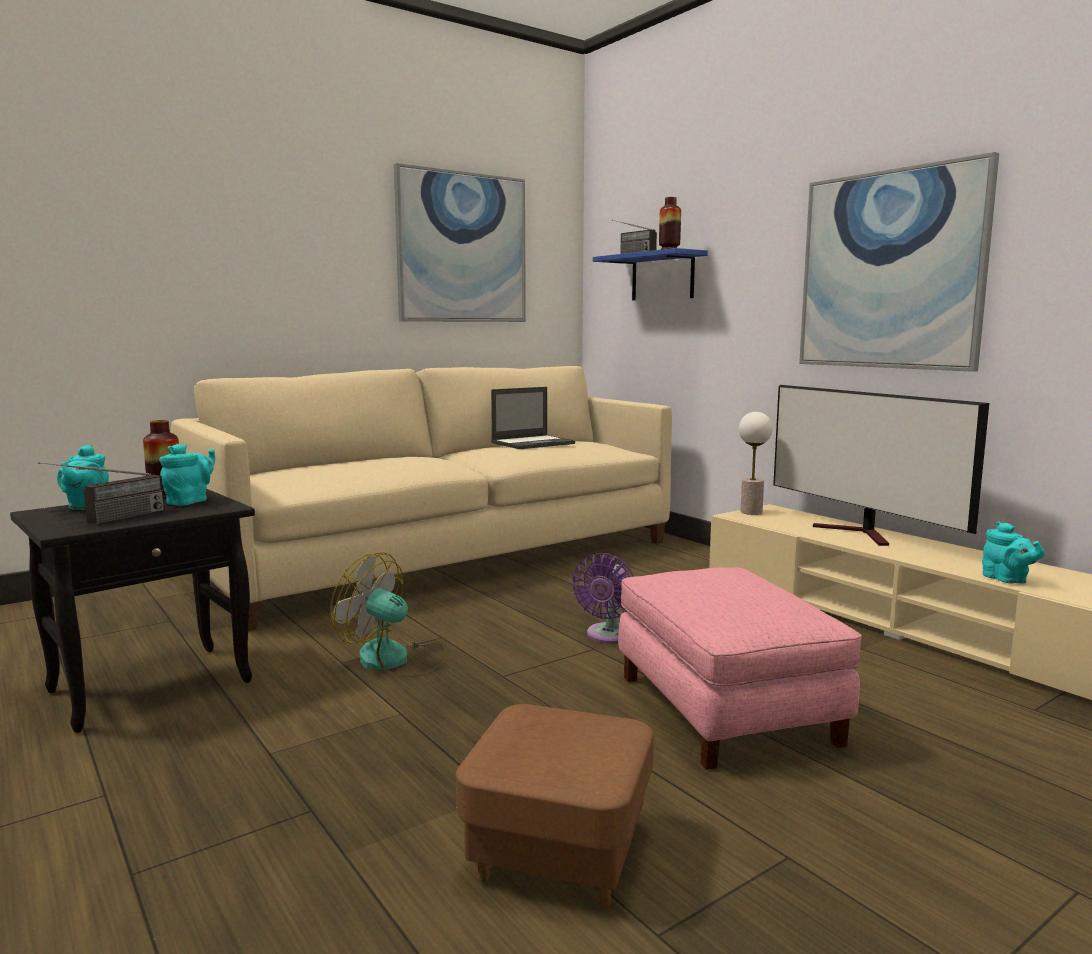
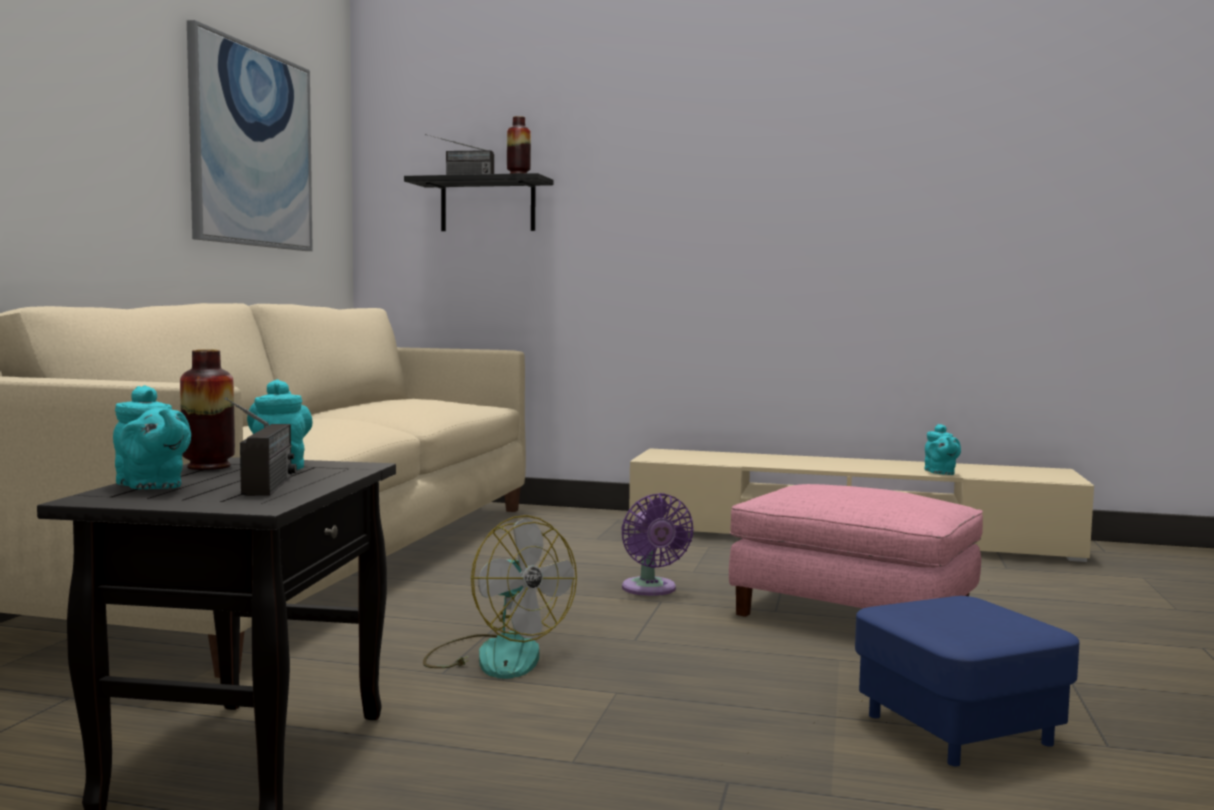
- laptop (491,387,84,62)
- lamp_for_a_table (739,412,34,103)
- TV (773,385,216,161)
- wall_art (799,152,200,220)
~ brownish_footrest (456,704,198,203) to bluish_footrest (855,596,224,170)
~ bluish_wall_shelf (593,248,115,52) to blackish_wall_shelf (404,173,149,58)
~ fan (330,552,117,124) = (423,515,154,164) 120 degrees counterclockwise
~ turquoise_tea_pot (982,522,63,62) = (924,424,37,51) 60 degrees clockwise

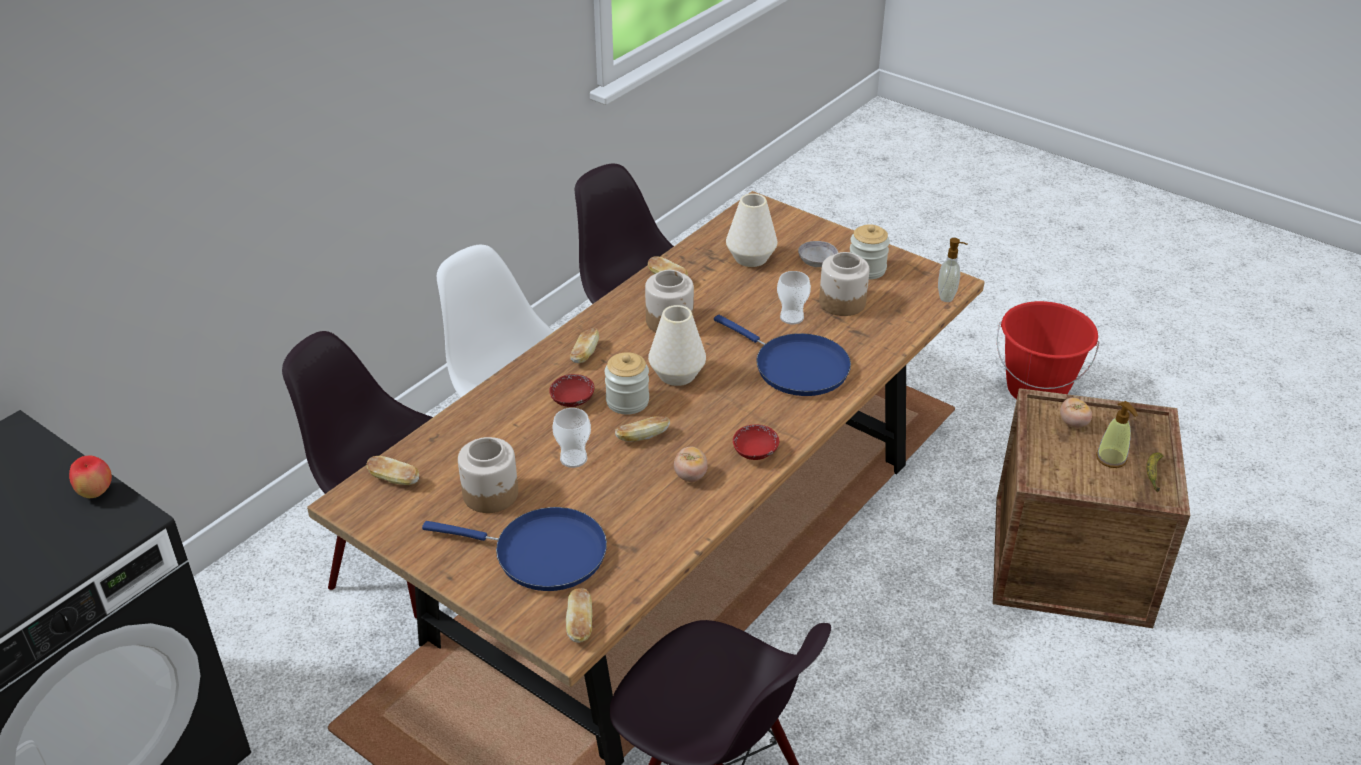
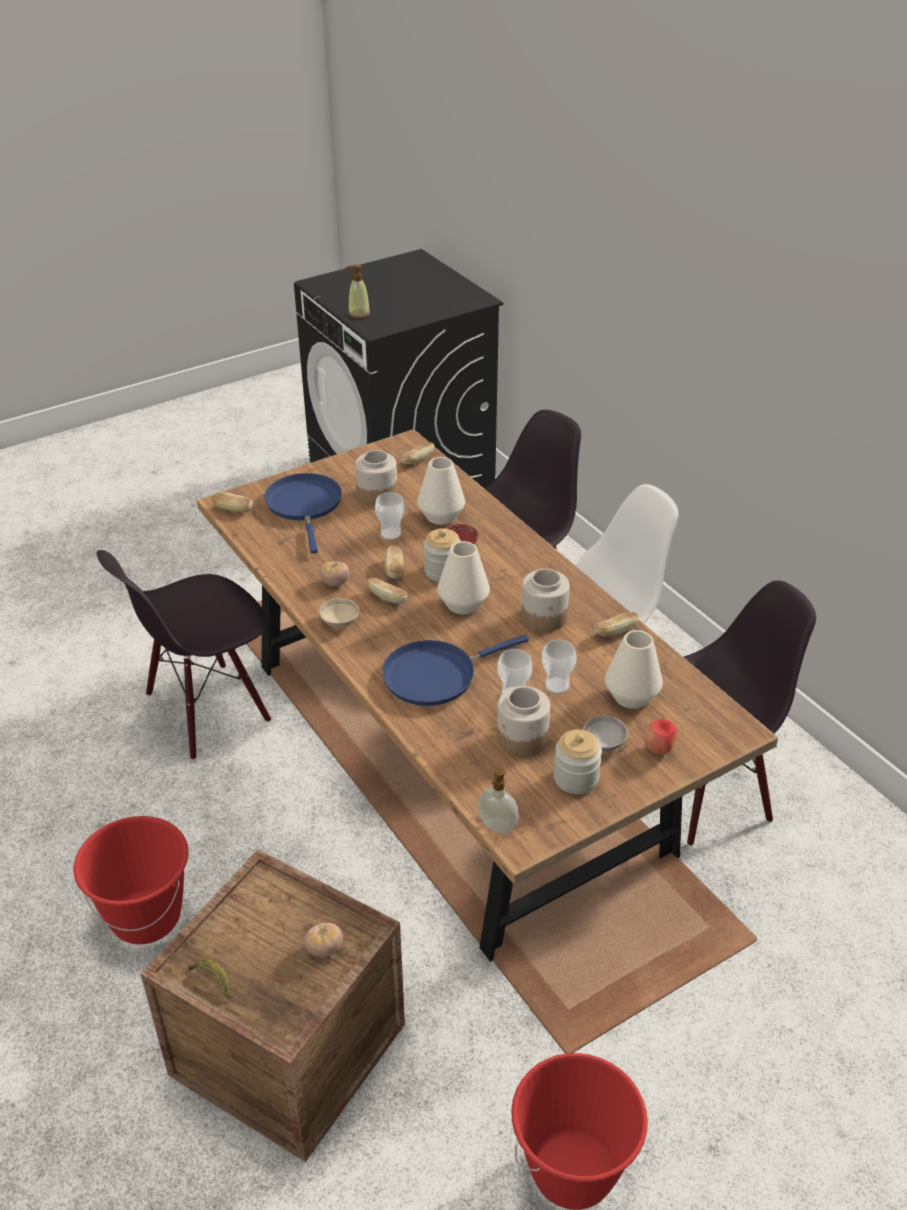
+ red_water_bucket (74,816,115,128)
+ white-coloured_vase (417,457,48,68)
+ cup (542,640,35,54)
~ apple_fruit (69,456,43,42) to (643,719,34,36)
~ baked_bread (570,328,29,35) to (366,578,42,25)
~ soap_bottle (1096,401,42,67) to (345,265,25,54)
~ red_serving_bowl (733,425,46,35) to sand-coloured_serving_bowl (319,598,40,29)
~ bluish_skillet (422,507,185,84) = (264,473,78,81) 135 degrees clockwise

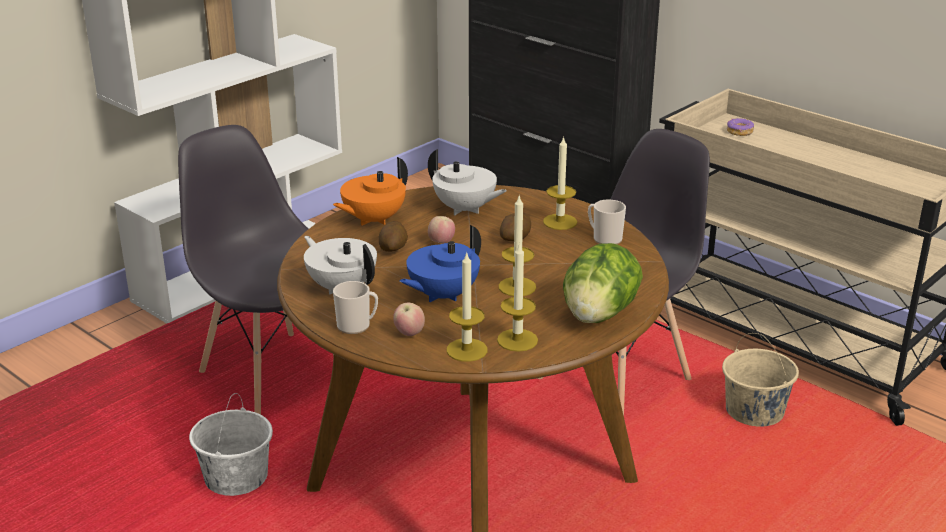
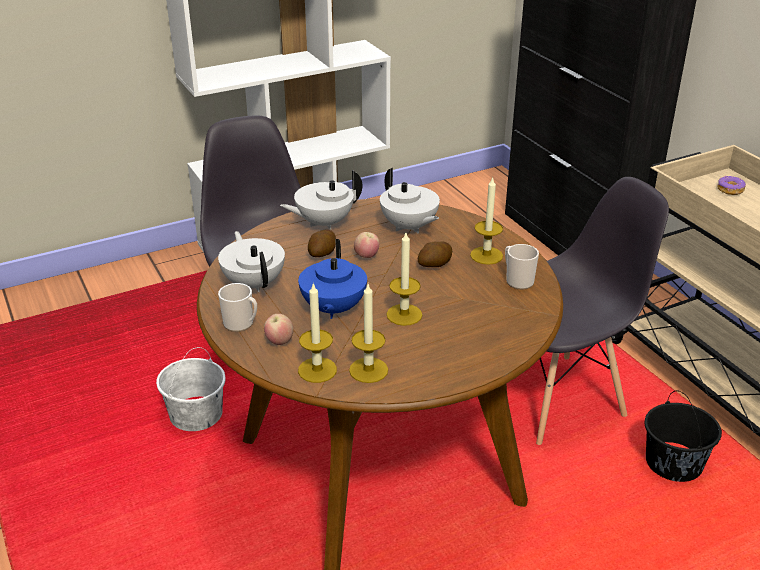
- lettuce_head (563,243,80,80)
~ orange-coloured_tea_pot (333,157,75,69) to white-coloured_tea_pot (280,170,83,59)
~ sand-coloured_water_bucket (722,333,77,94) to blackish_water_bucket (645,390,77,92)
~ bluish_tea_pot (399,225,82,77) = (298,239,69,80) 60 degrees counterclockwise

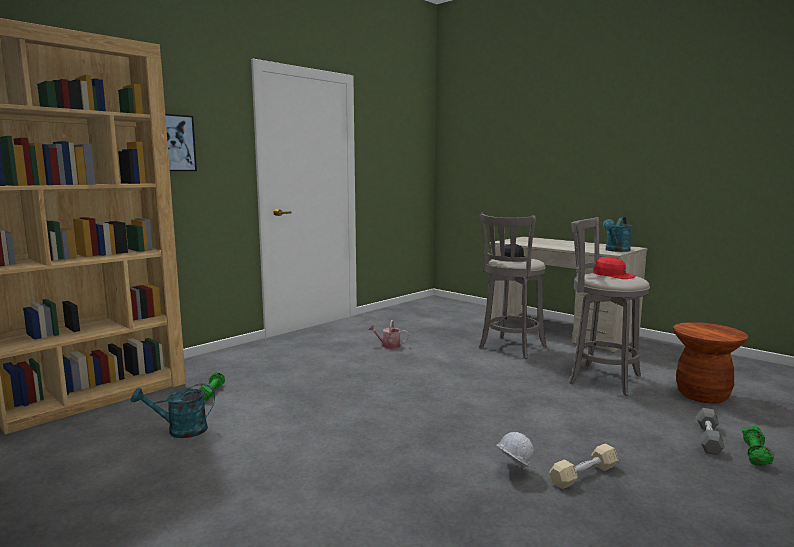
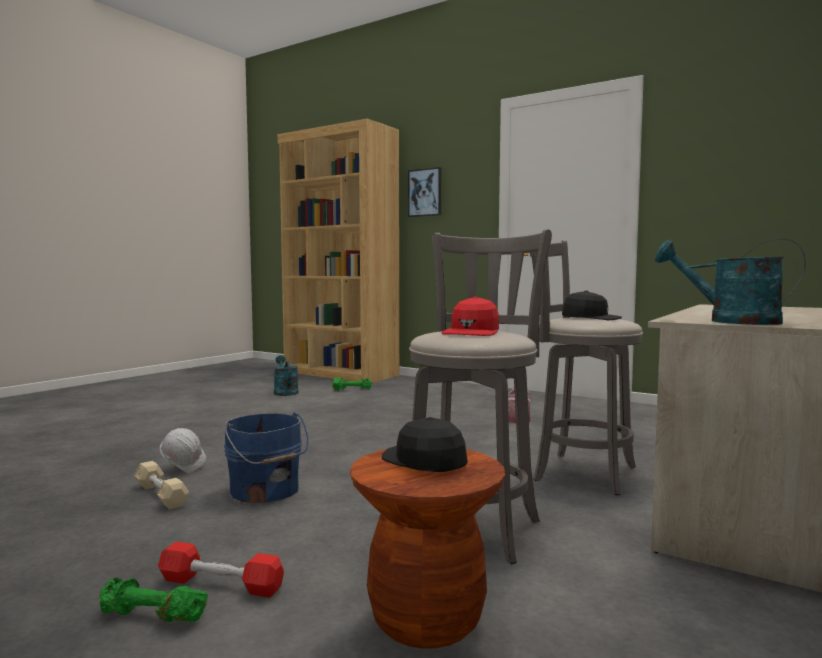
+ bluish_water_bucket (224,412,84,91)
+ blackish_peaked_cap (382,417,86,55)
~ gray_hand_weight (696,408,29,47) to red_hand_weight (158,542,126,56)

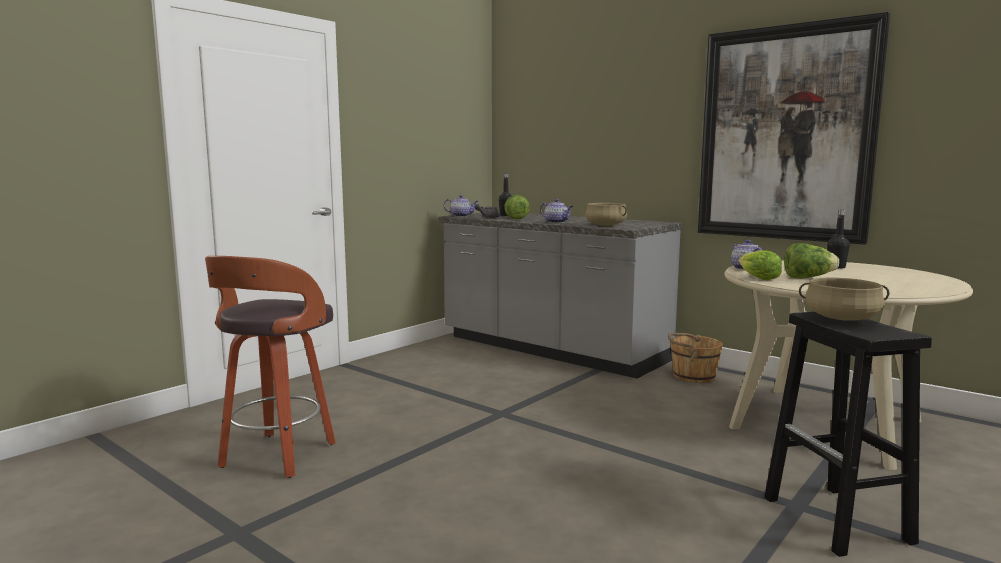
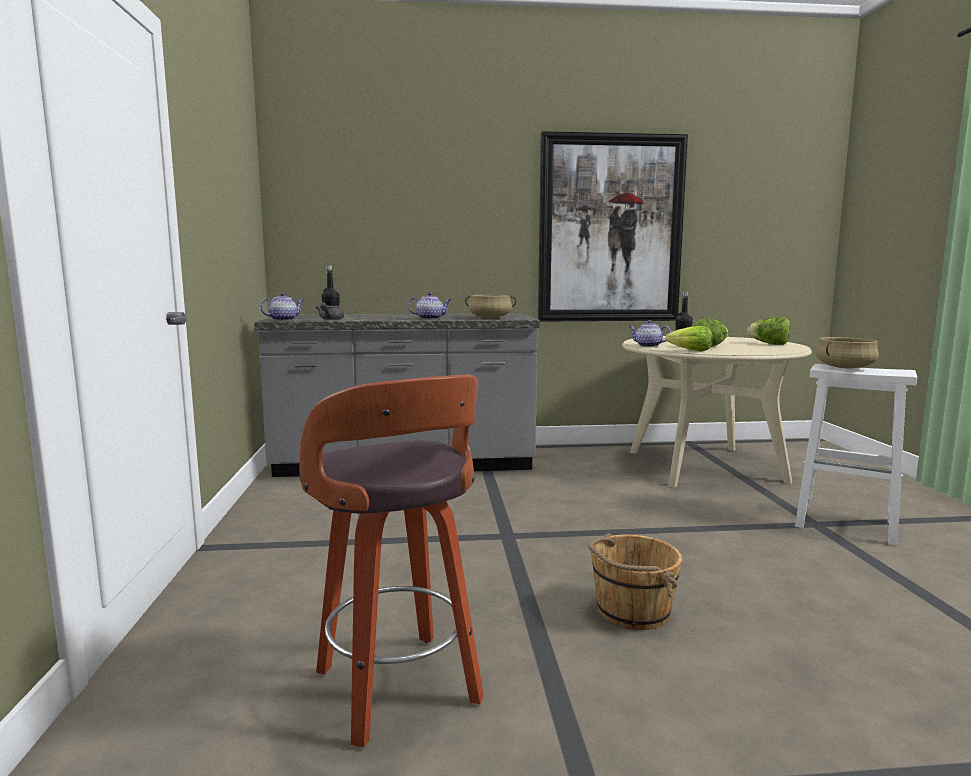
~ lettuce_head (504,195,26,24) to (747,317,43,28)
~ brownish_water_bucket (668,333,55,50) to (588,533,94,97)
~ blackish_stool (764,312,168,245) to white-coloured_stool (795,364,122,182)

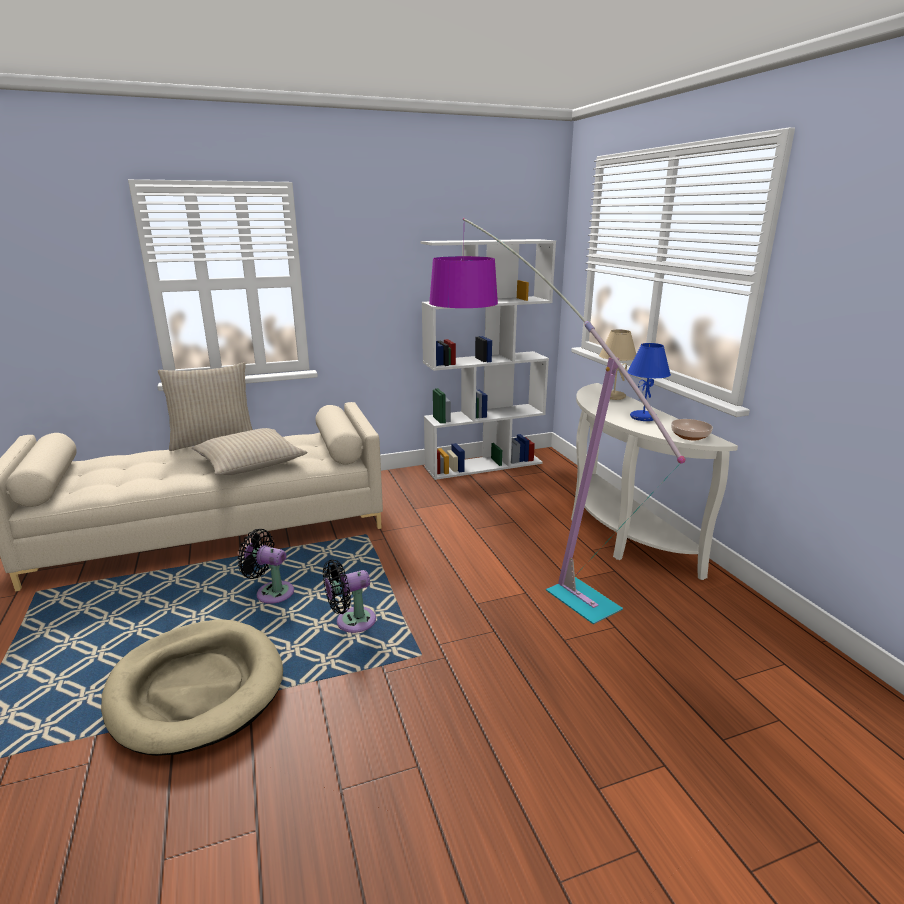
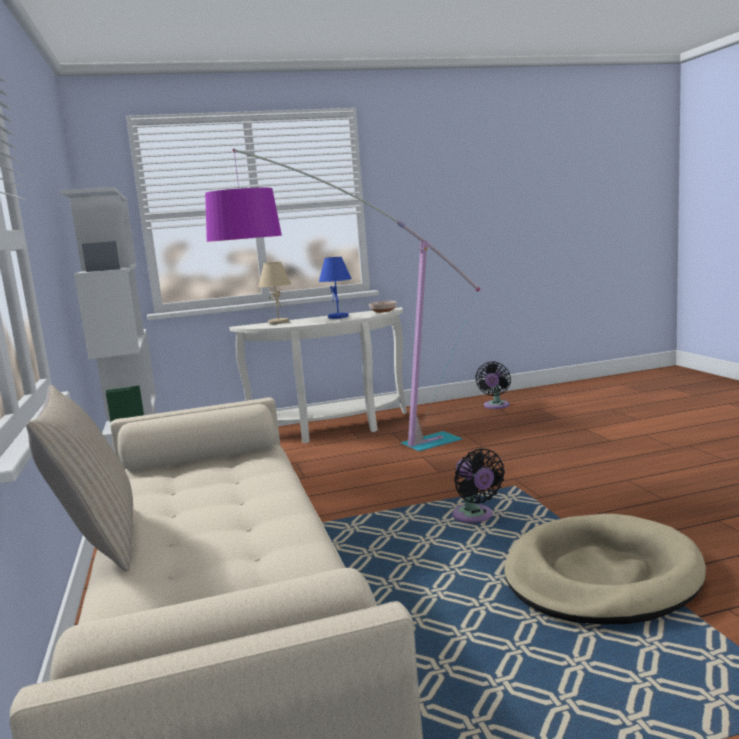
- sand-coloured_pillow (192,428,115,47)
~ blackish_fan (238,529,56,75) to (475,361,36,48)

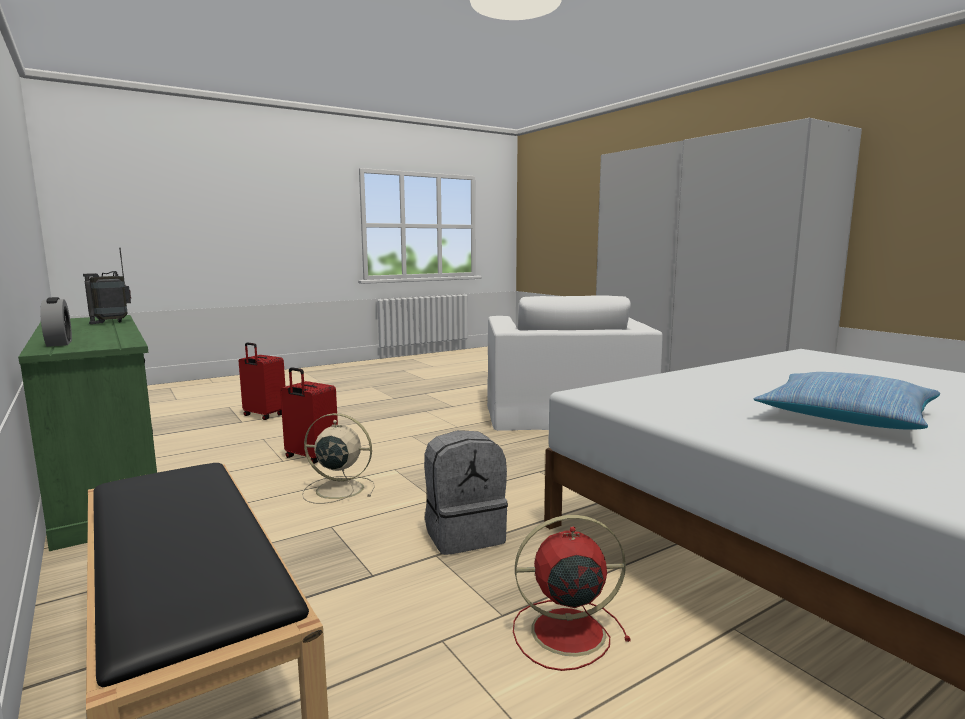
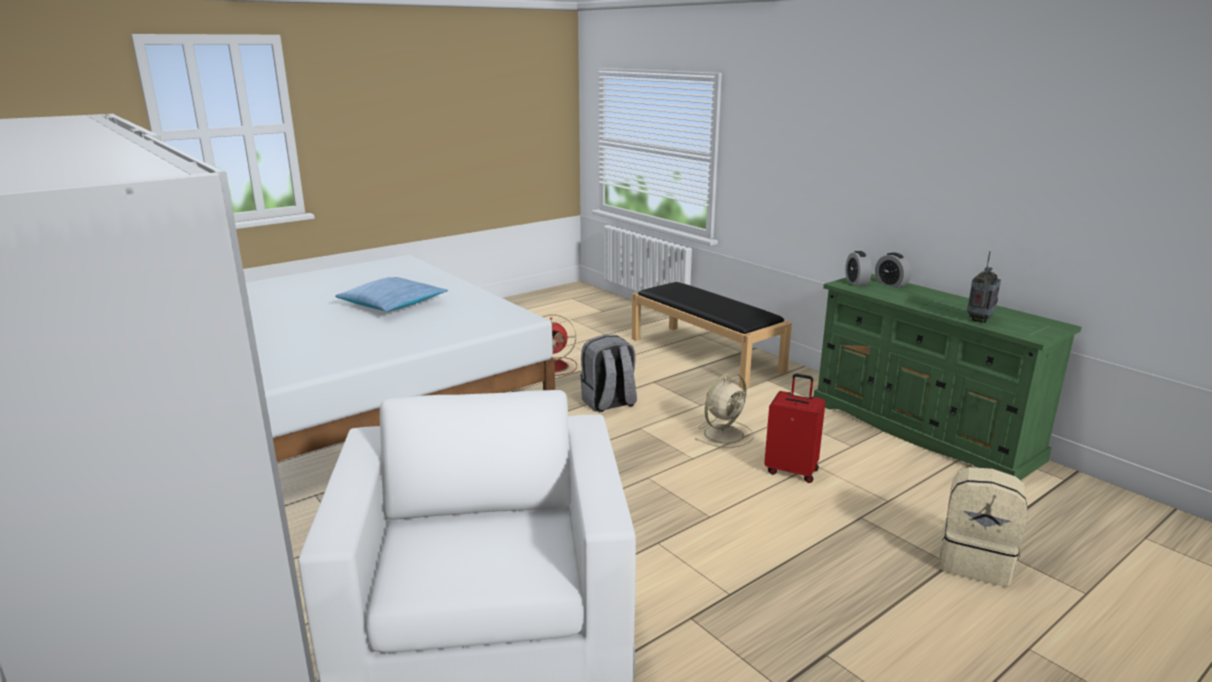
+ alarm_clock (845,251,27,35)
~ red_travel_case (239,342,46,78) to sand-coloured_backpack (940,467,88,120)
~ sand-coloured_fan (302,413,73,91) = (695,372,59,76) 45 degrees counterclockwise

